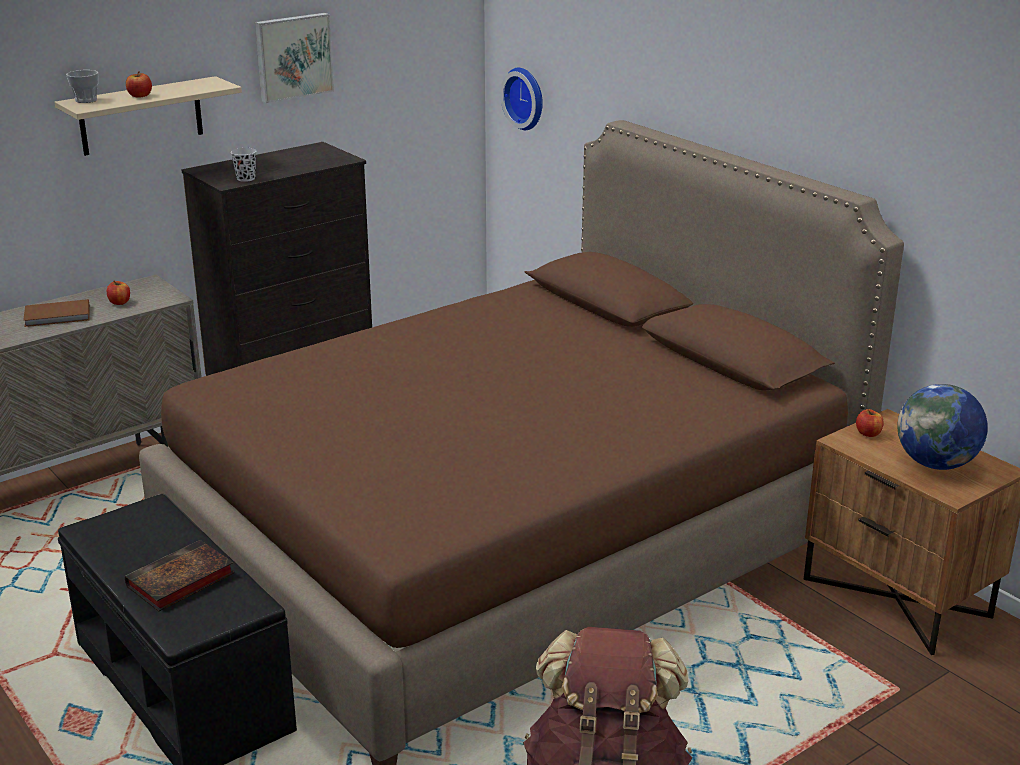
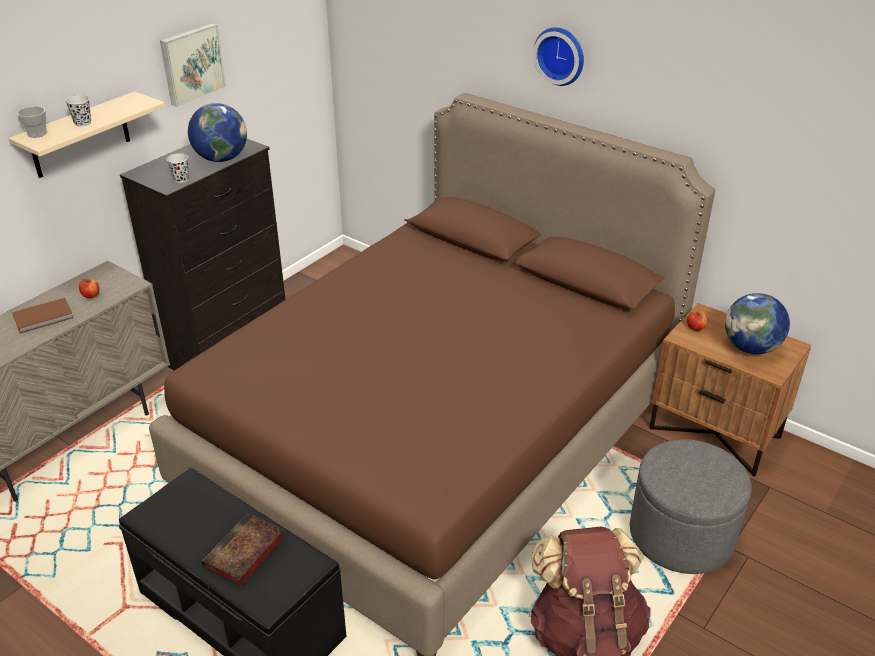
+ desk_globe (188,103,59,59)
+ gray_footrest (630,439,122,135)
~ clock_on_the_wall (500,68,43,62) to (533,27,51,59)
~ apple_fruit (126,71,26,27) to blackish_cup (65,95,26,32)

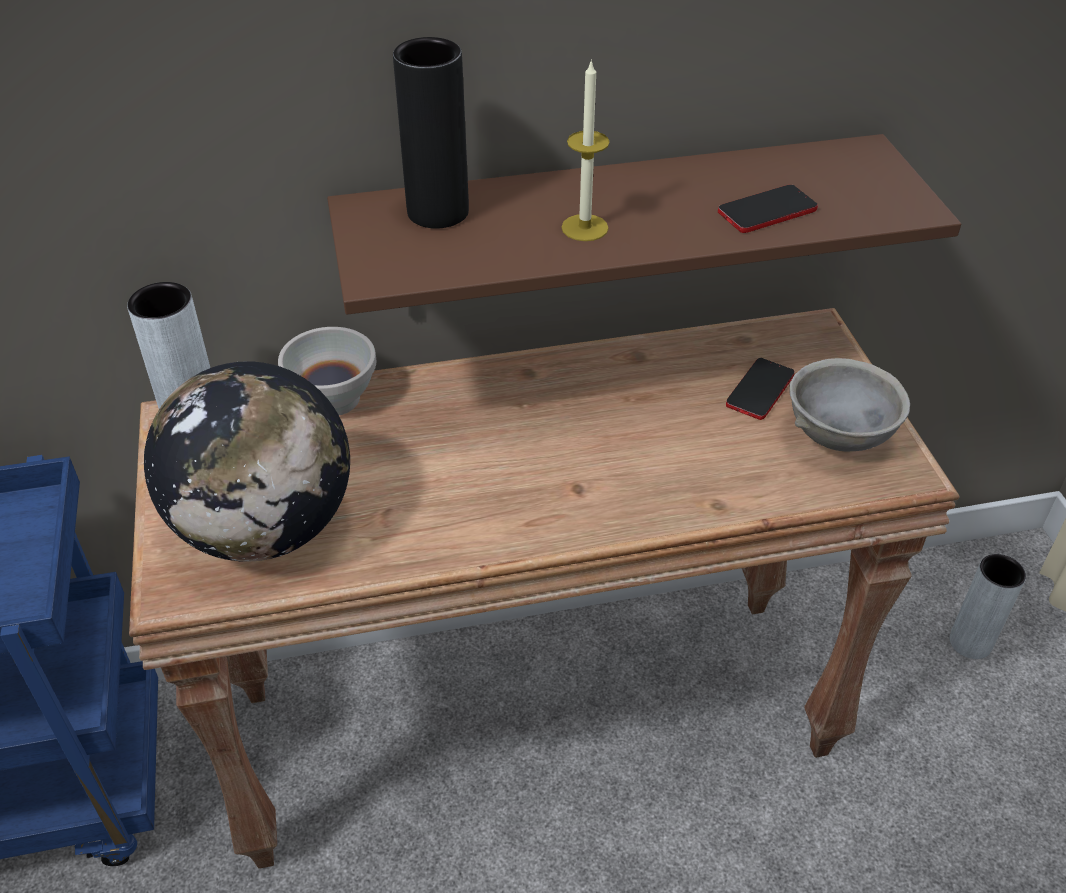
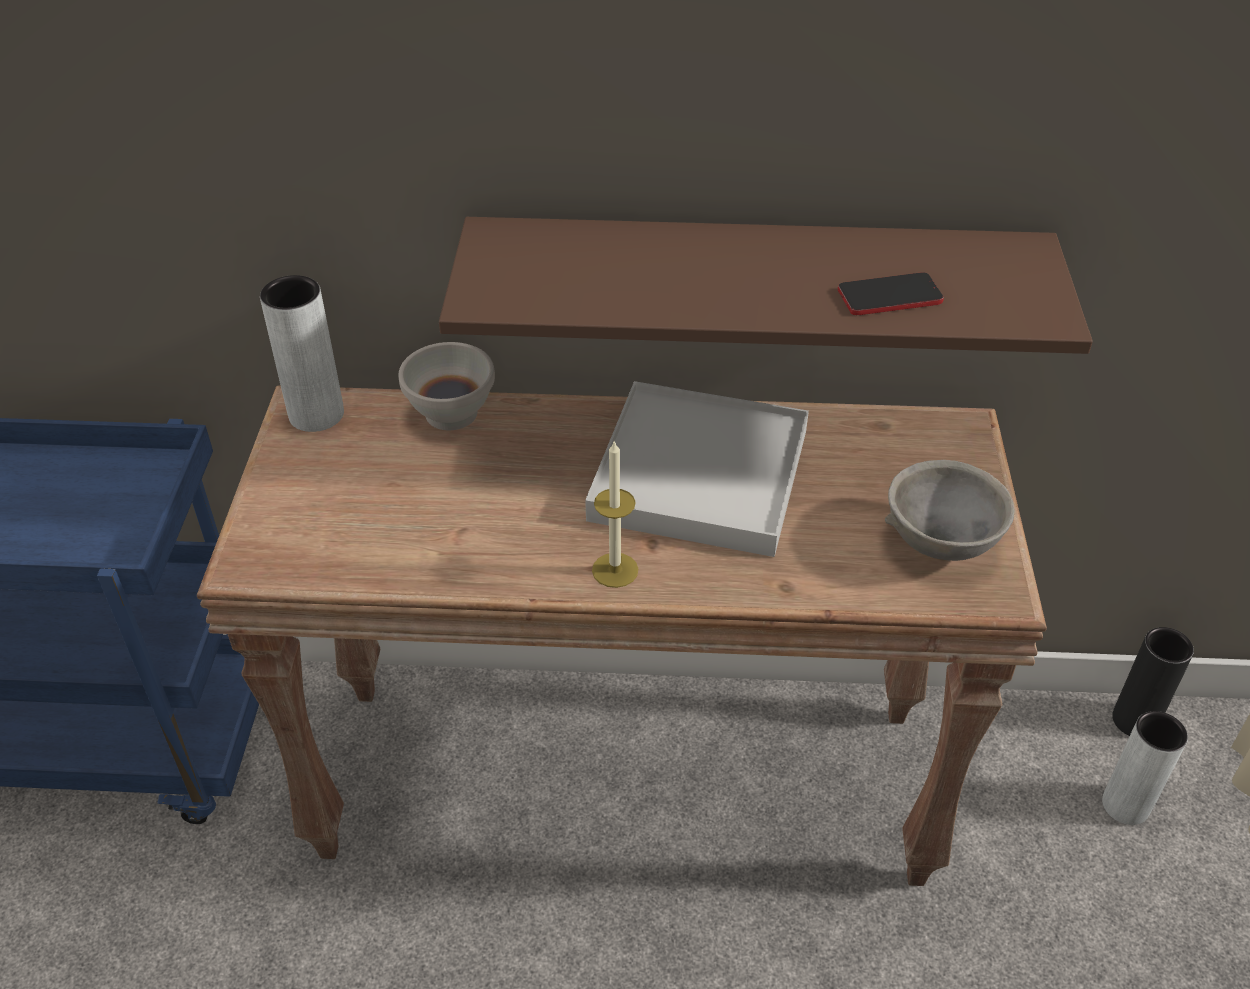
- desk_globe (144,362,206,200)
- phone (726,358,69,62)
+ white-coloured_serving_tray (585,381,224,176)
~ blackish_vase (393,37,76,191) to (1112,627,82,109)
~ candle (561,59,49,182) to (592,440,46,148)

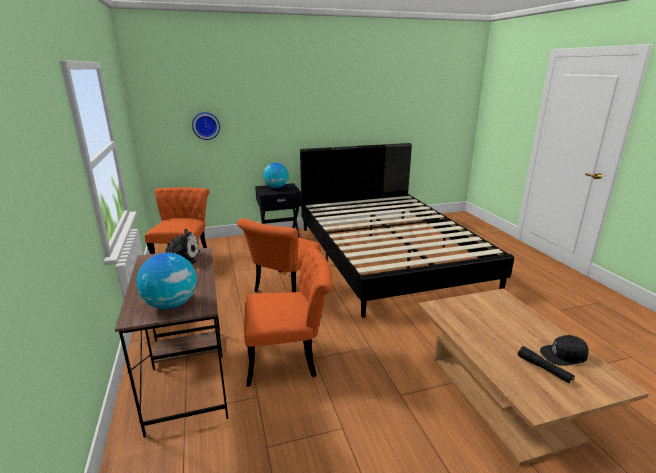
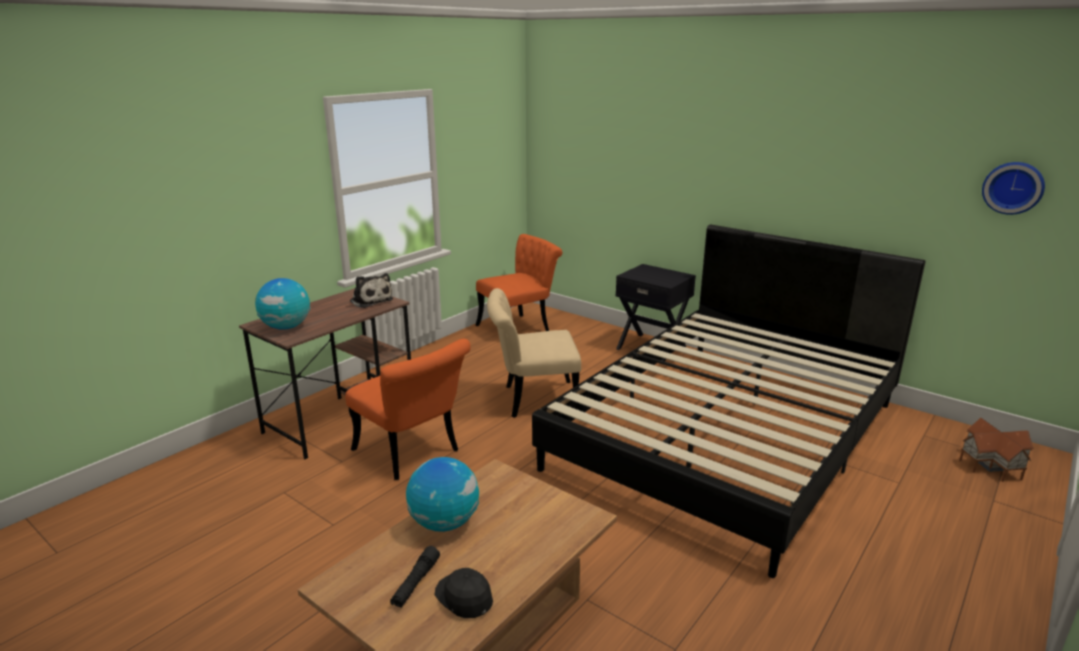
+ toy_house (959,418,75,64)
~ clock_on_the_wall (192,112,28,28) to (982,162,63,53)
~ desk_globe (263,163,26,25) to (406,457,73,75)
~ orange-coloured_upright_chair (237,218,84,74) to sand-coloured_upright_chair (487,288,94,130)

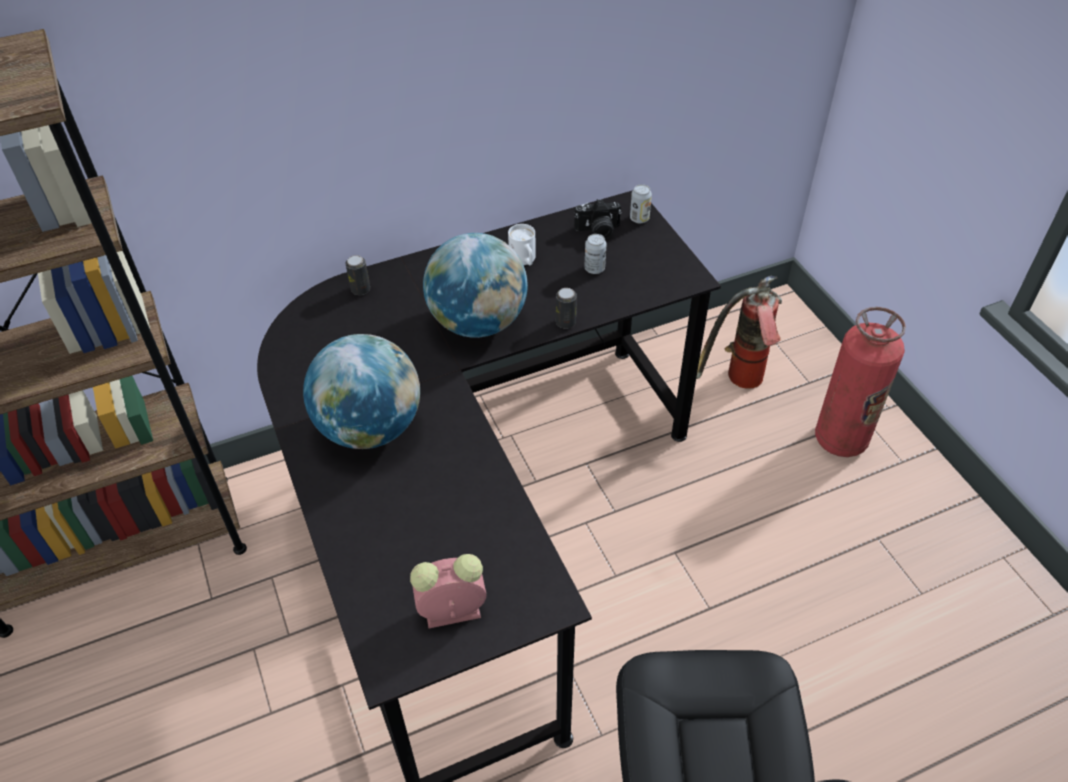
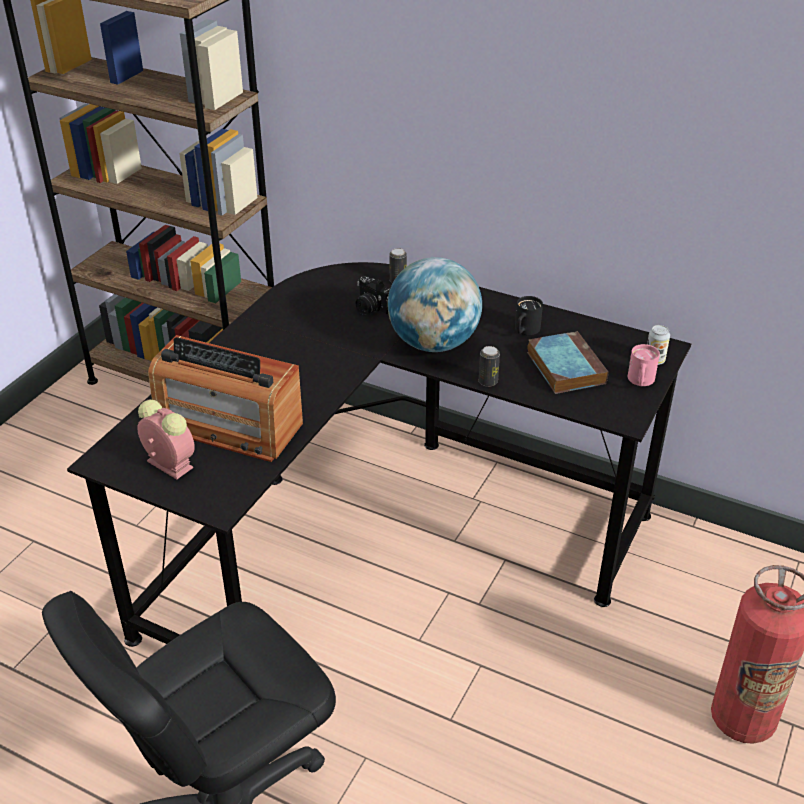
- desk_globe (303,334,117,115)
- fire-fighting_cylinder (696,276,86,113)
+ radio_receiver (148,335,155,127)
+ pink_mug (628,344,32,42)
~ photo_camera (574,199,48,41) to (355,276,35,39)
~ metal_can (585,234,21,40) to bound_book (527,331,82,63)
~ white-coloured_mug (508,224,28,41) to blackish_mug (515,296,28,39)

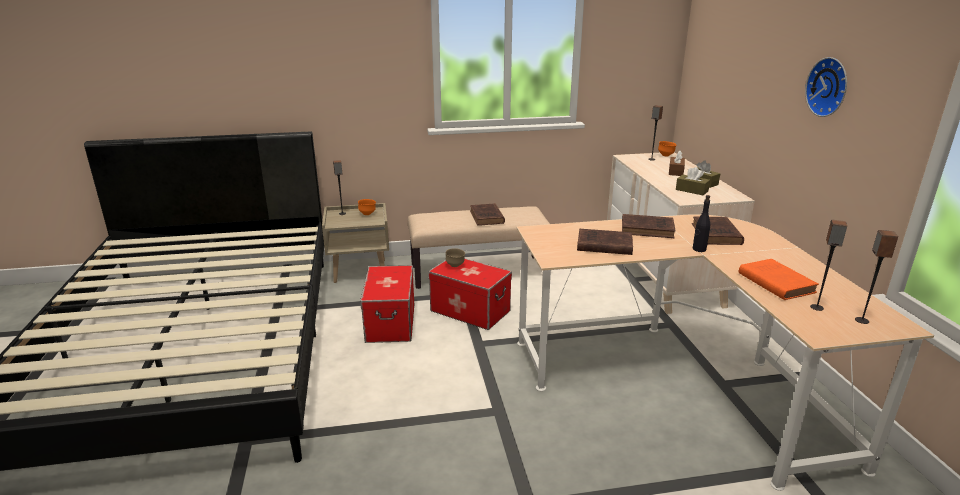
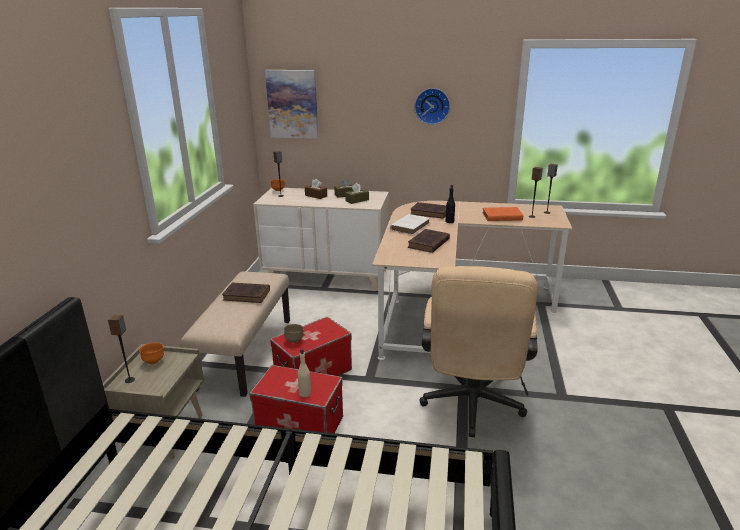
+ wall_art (265,70,53,69)
+ sand-coloured_beverage_bottle (298,349,13,48)
+ sand-coloured_desk_chair (419,266,119,171)
~ brownish_bound_book (622,214,53,24) to white-coloured_bound_book (390,214,40,21)

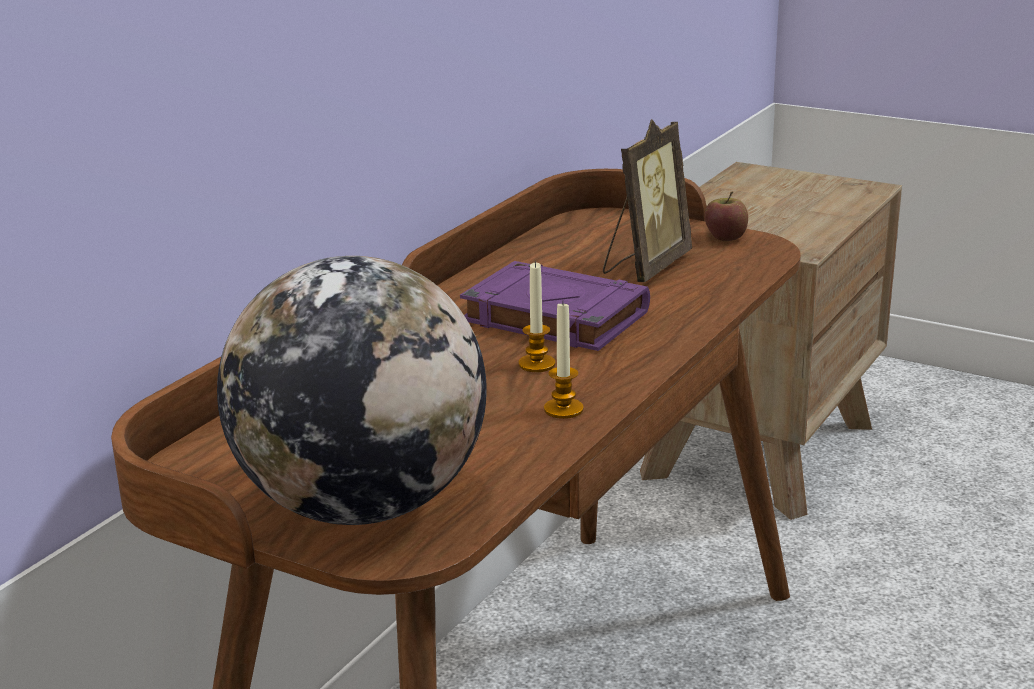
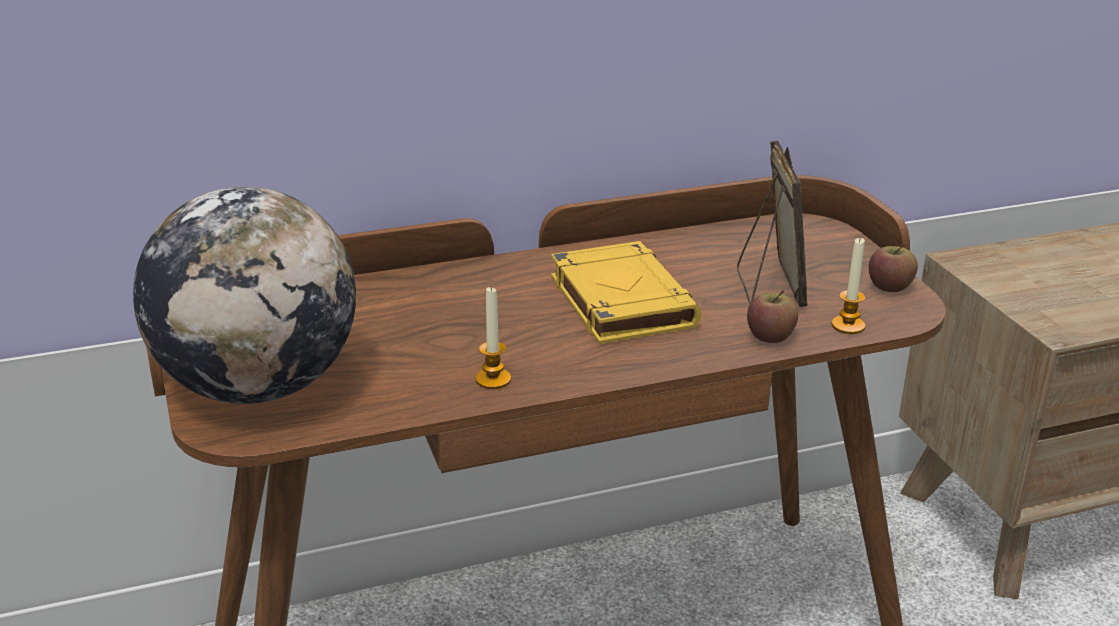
+ apple_fruit (747,290,51,53)
~ candle (518,261,38,111) to (831,237,34,97)
~ purplish_bound_book (460,261,190,90) to yellowish_bound_book (551,241,151,103)
~ picture_frame (603,119,89,163) = (737,141,71,166) 75 degrees counterclockwise

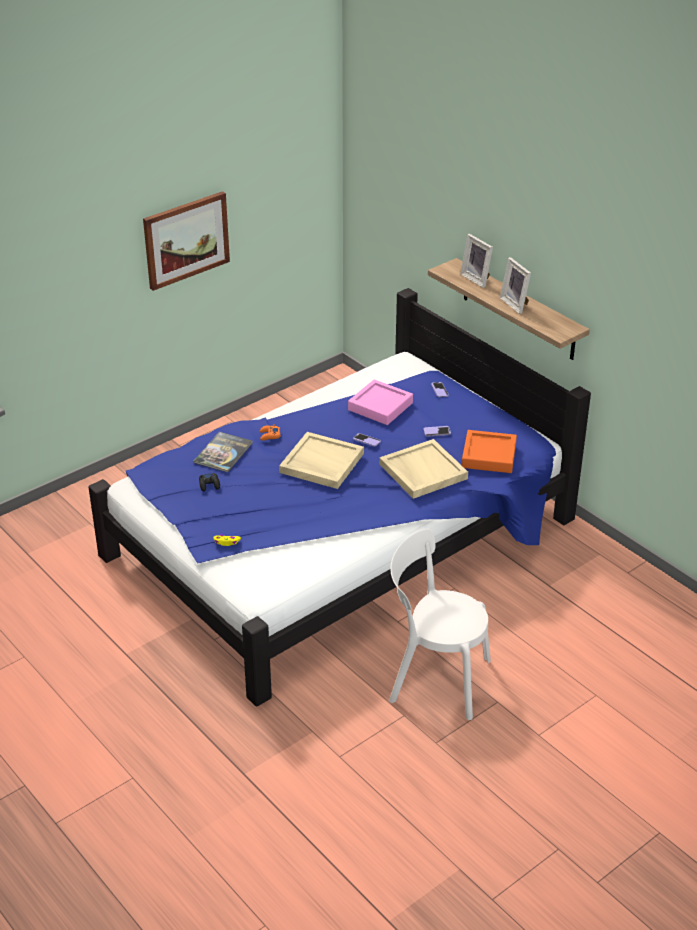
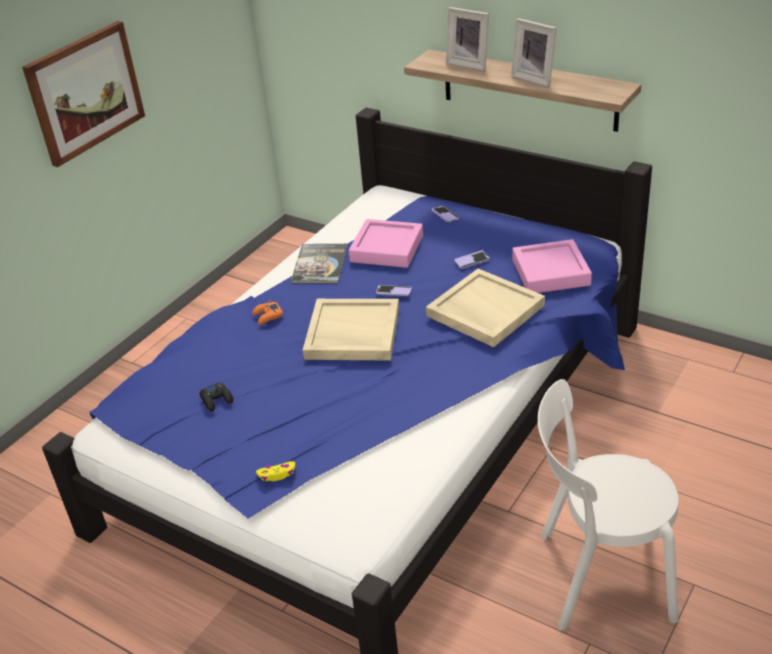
~ bound_book (194,432,58,41) to (291,244,56,39)
~ orange-coloured_serving_tray (462,430,55,43) to pink_serving_tray (513,239,79,54)

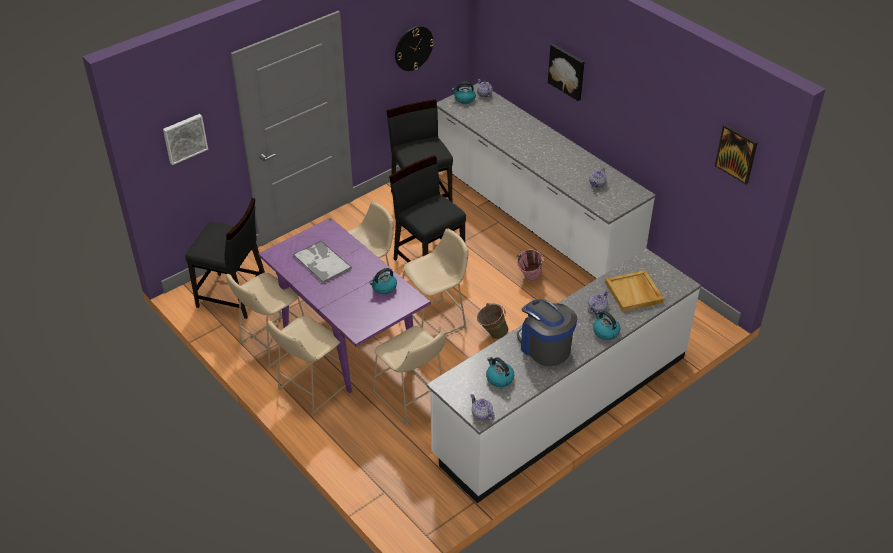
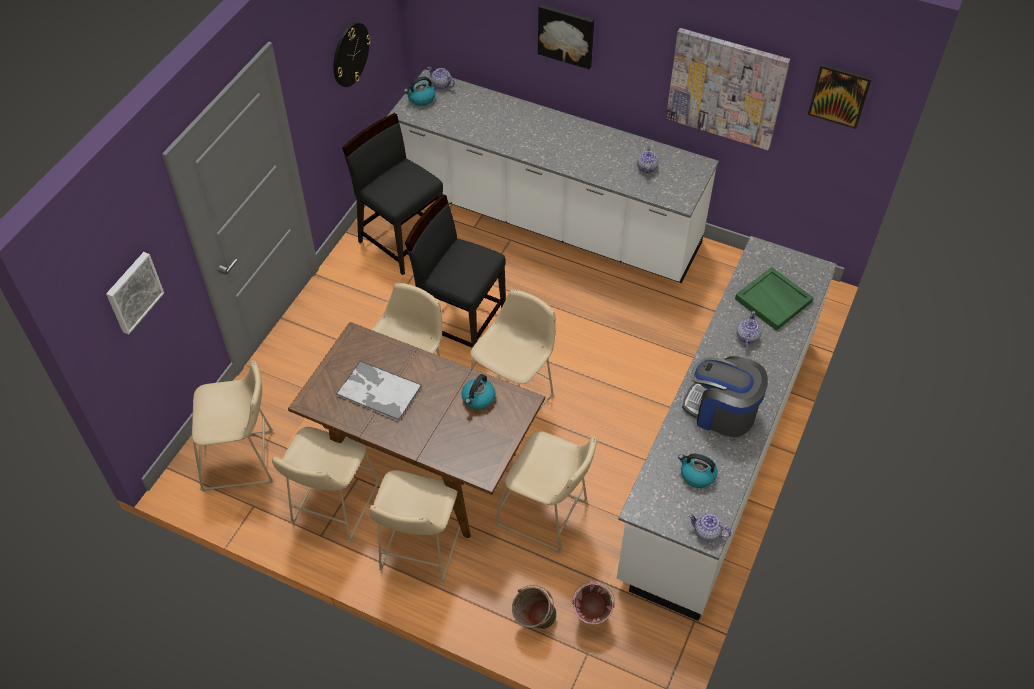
- kettle (593,311,27,29)
+ wall_art (666,28,124,122)
~ greenish_water_bucket (477,303,32,36) to (512,585,45,44)
~ pink_water_bucket (516,249,28,32) to (572,581,43,44)
~ blackish_upright_chair (185,198,80,121) to sand-coloured_stool (192,360,82,131)
~ purplish_kitchen_table (258,218,173,175) to brownish_kitchen_table (288,322,257,216)
~ sand-coloured_serving_tray (605,270,59,42) to greenish_serving_tray (735,267,79,64)

